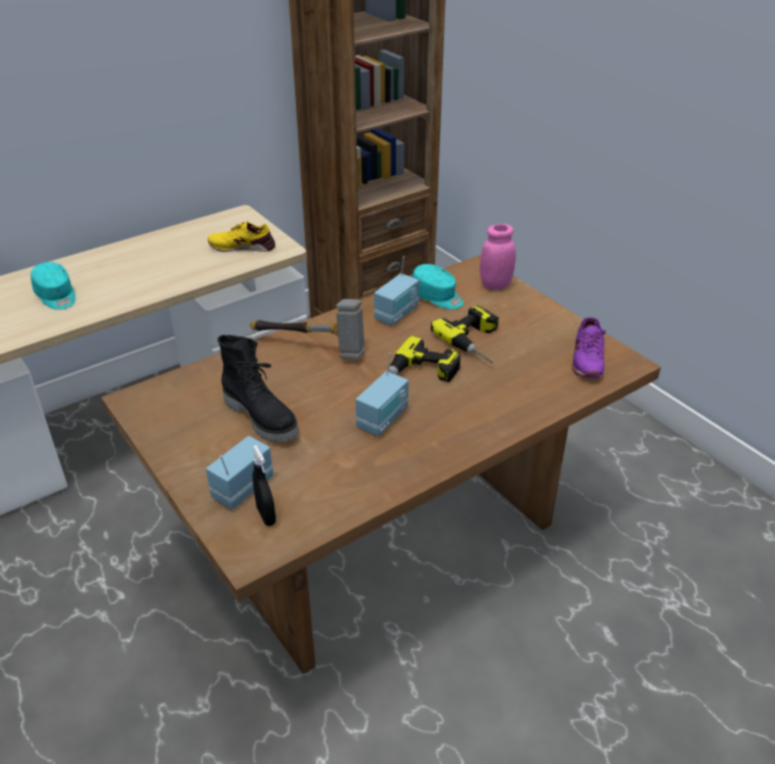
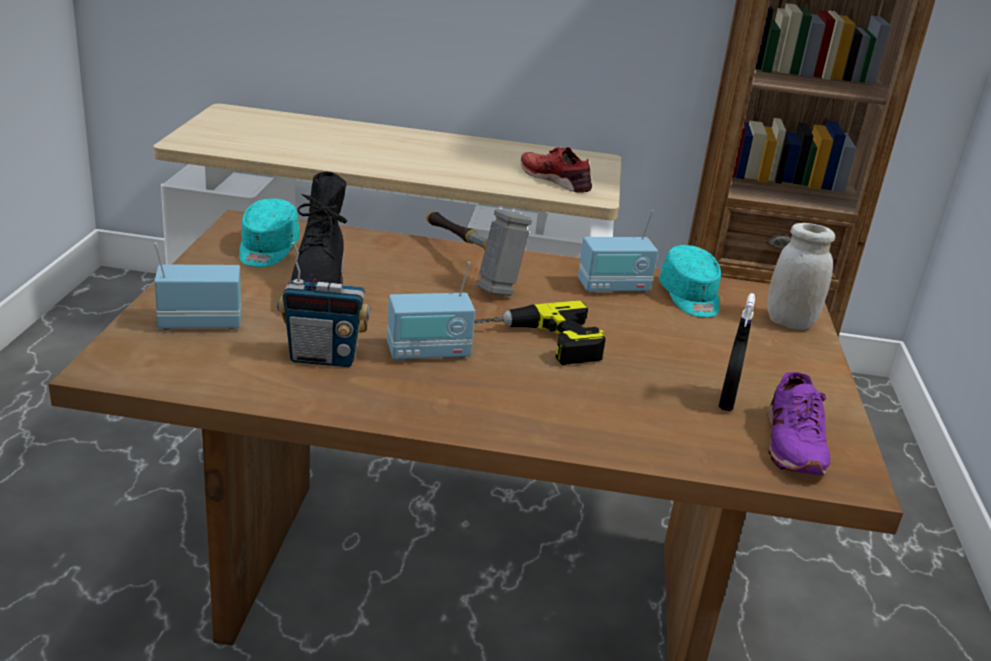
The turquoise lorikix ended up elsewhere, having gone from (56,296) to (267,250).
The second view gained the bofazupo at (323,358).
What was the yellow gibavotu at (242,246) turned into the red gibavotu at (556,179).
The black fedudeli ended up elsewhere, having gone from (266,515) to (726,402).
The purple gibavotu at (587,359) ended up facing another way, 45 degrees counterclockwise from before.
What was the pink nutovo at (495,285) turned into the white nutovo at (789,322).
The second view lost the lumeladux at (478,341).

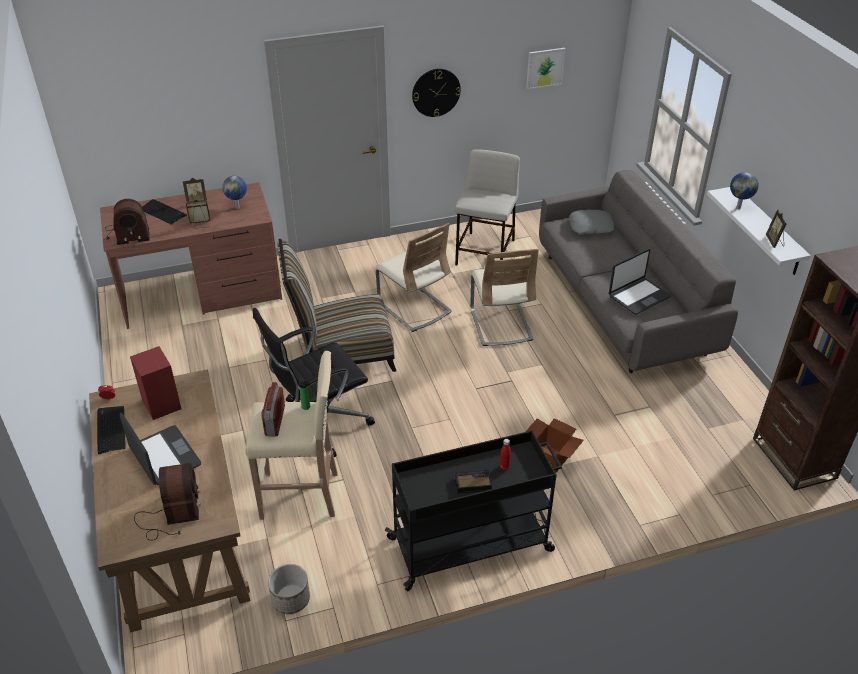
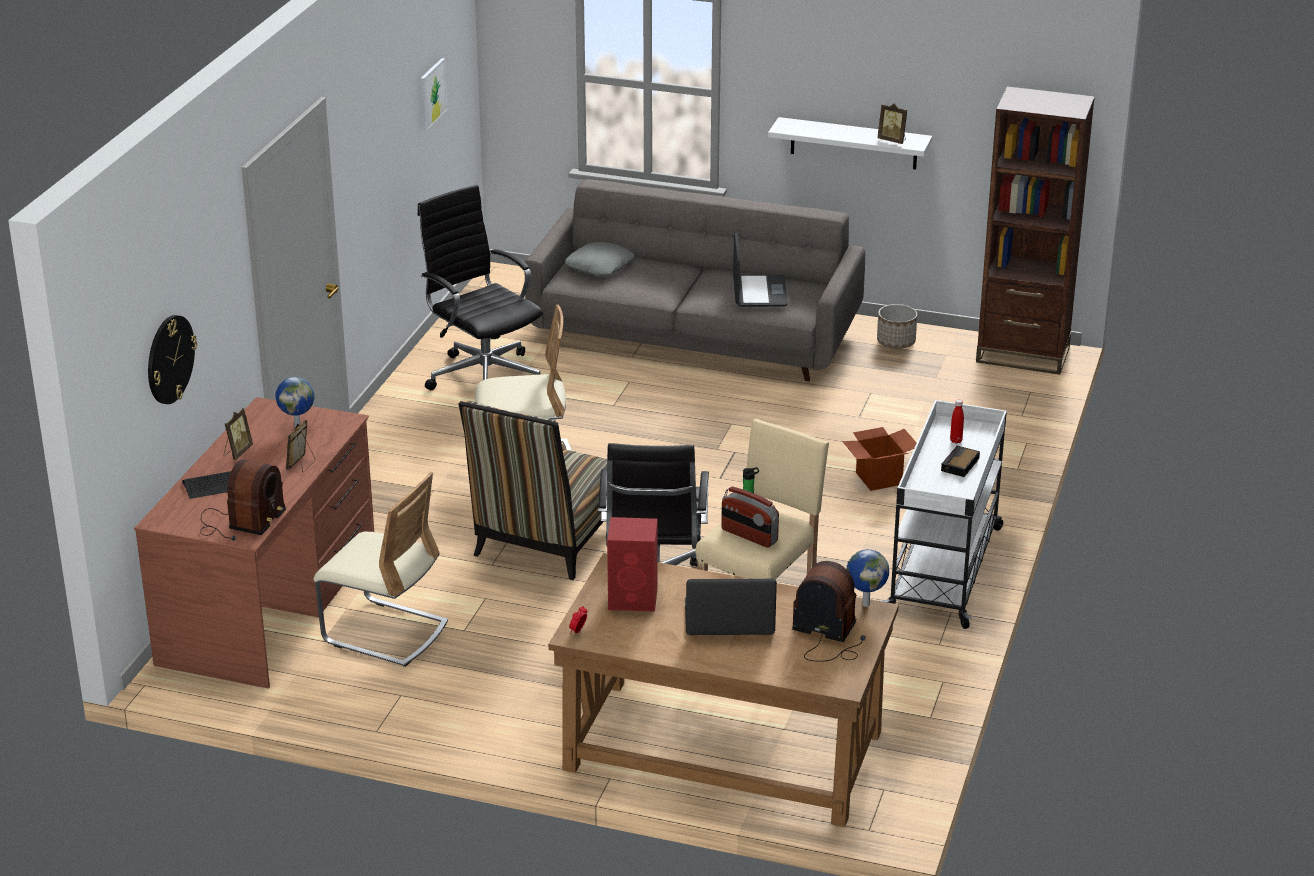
The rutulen ended up elsewhere, having gone from (436,92) to (169,359).
The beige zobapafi ended up elsewhere, having gone from (500,324) to (385,632).
Where the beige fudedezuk stood at (485,253), the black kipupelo came to stand at (484,376).
The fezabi ended up elsewhere, having gone from (738,207) to (865,604).
The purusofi ended up elsewhere, having gone from (291,599) to (896,342).
What was the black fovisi at (472,544) turned into the white fovisi at (944,569).
The second view lost the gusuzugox at (110,429).

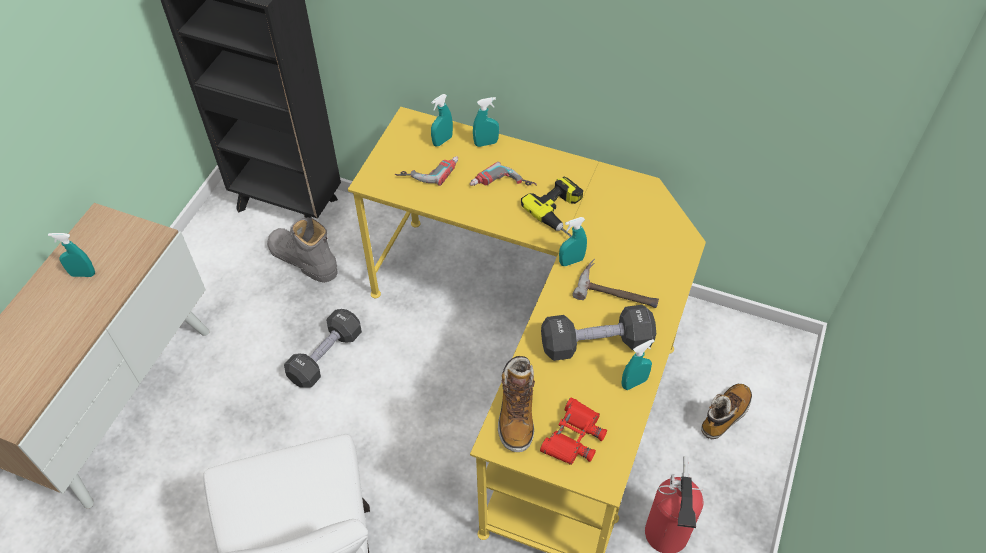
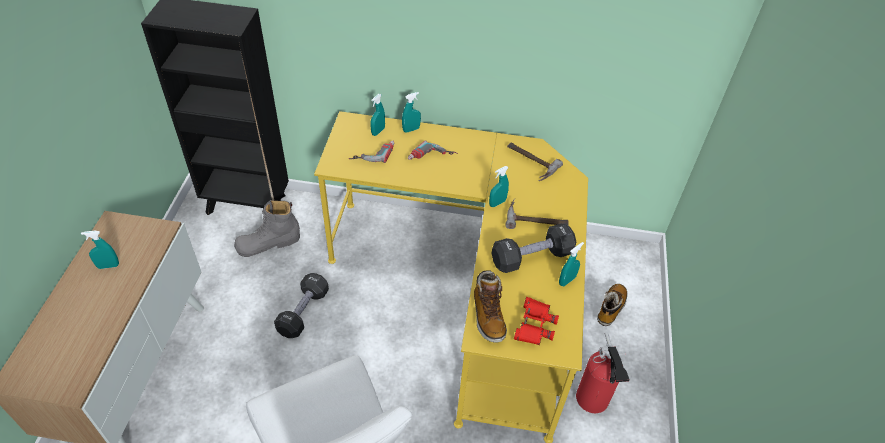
The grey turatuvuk at (303,260) ended up facing another way, 45 degrees counterclockwise from before.
The second view gained the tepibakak at (529,162).
The second view lost the lumeladux at (565,215).

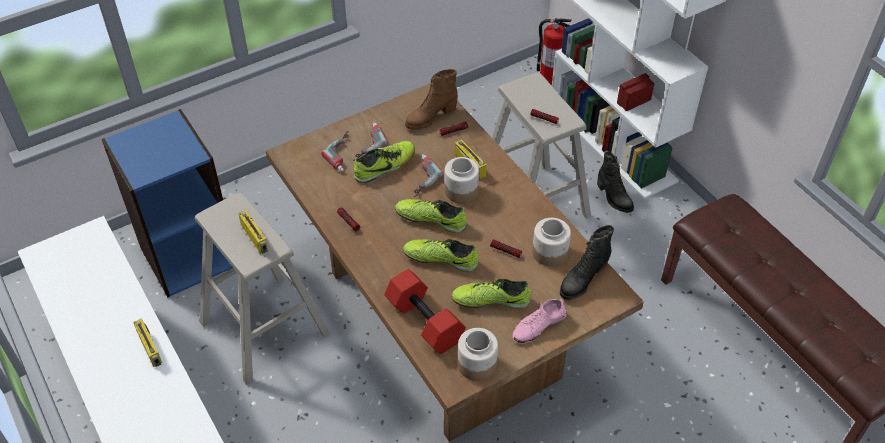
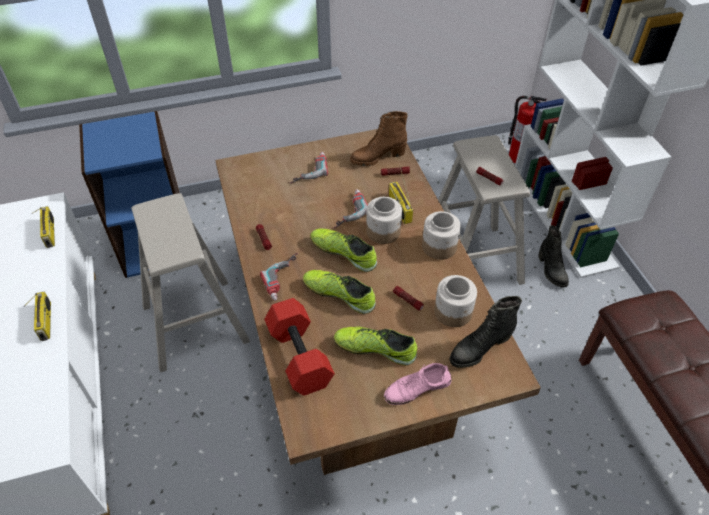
The bofazupo ended up elsewhere, having gone from (255,238) to (50,233).
The lumeladux ended up elsewhere, having gone from (344,154) to (285,279).
The nutovo ended up elsewhere, having gone from (476,364) to (438,246).
The second view lost the gibavotu at (385,166).

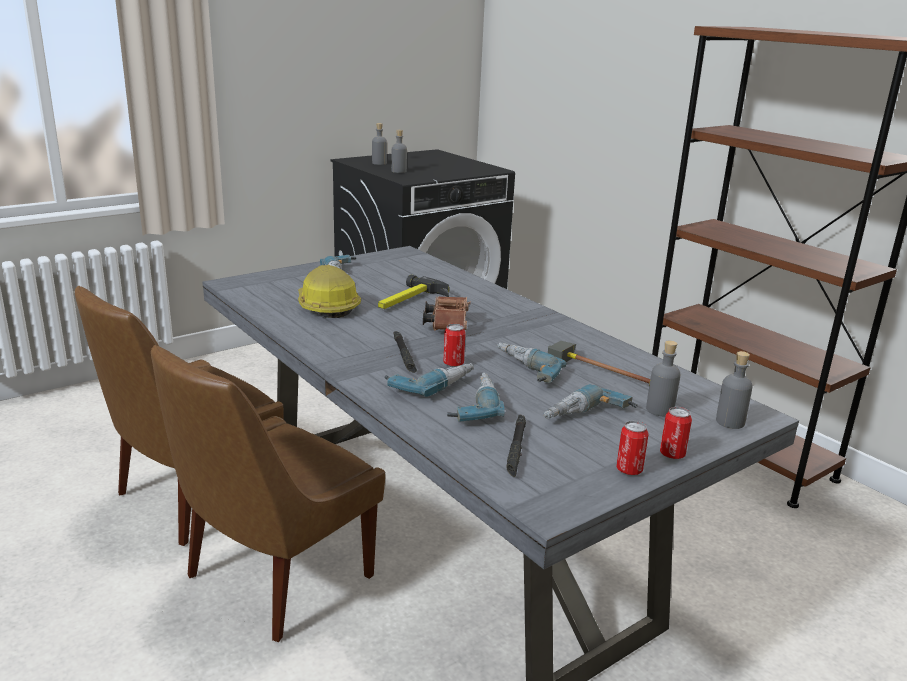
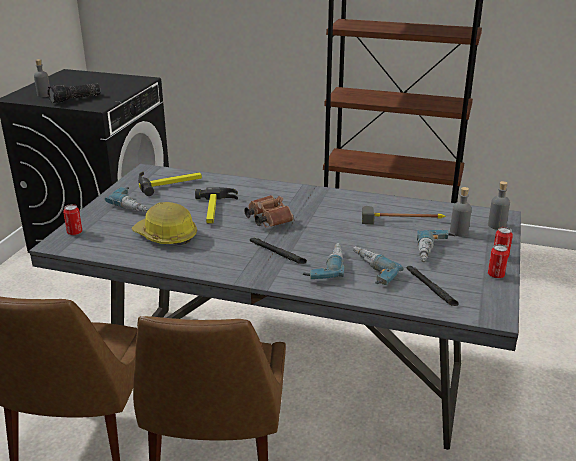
Where the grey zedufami stood at (398,171), the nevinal came to stand at (75,99).
The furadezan ended up elsewhere, having gone from (453,363) to (74,232).
The second view gained the tepibakak at (170,183).
The second view lost the lumeladux at (522,371).

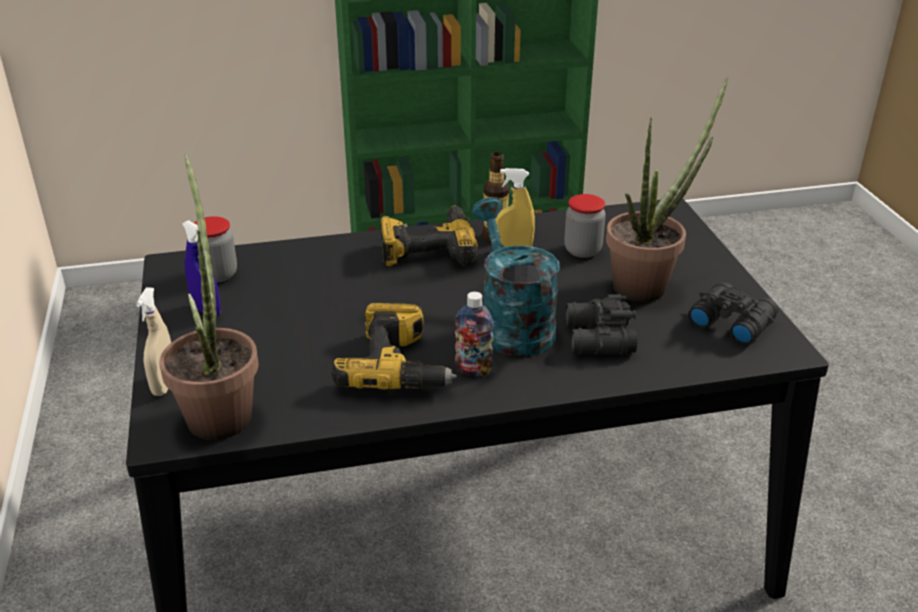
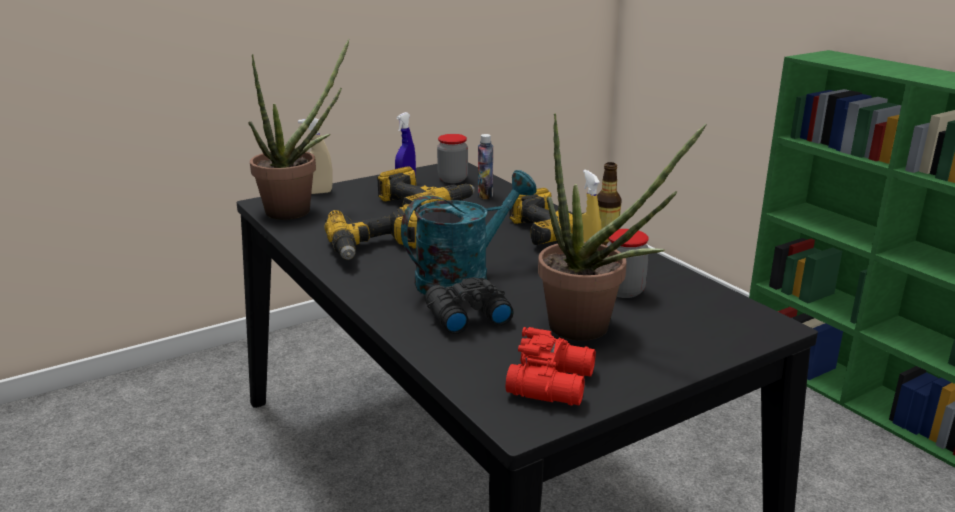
The second view gained the lumeladux at (423,204).
The zedufami ended up elsewhere, having gone from (473,370) to (485,195).
What was the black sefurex at (730,321) turned into the red sefurex at (554,383).

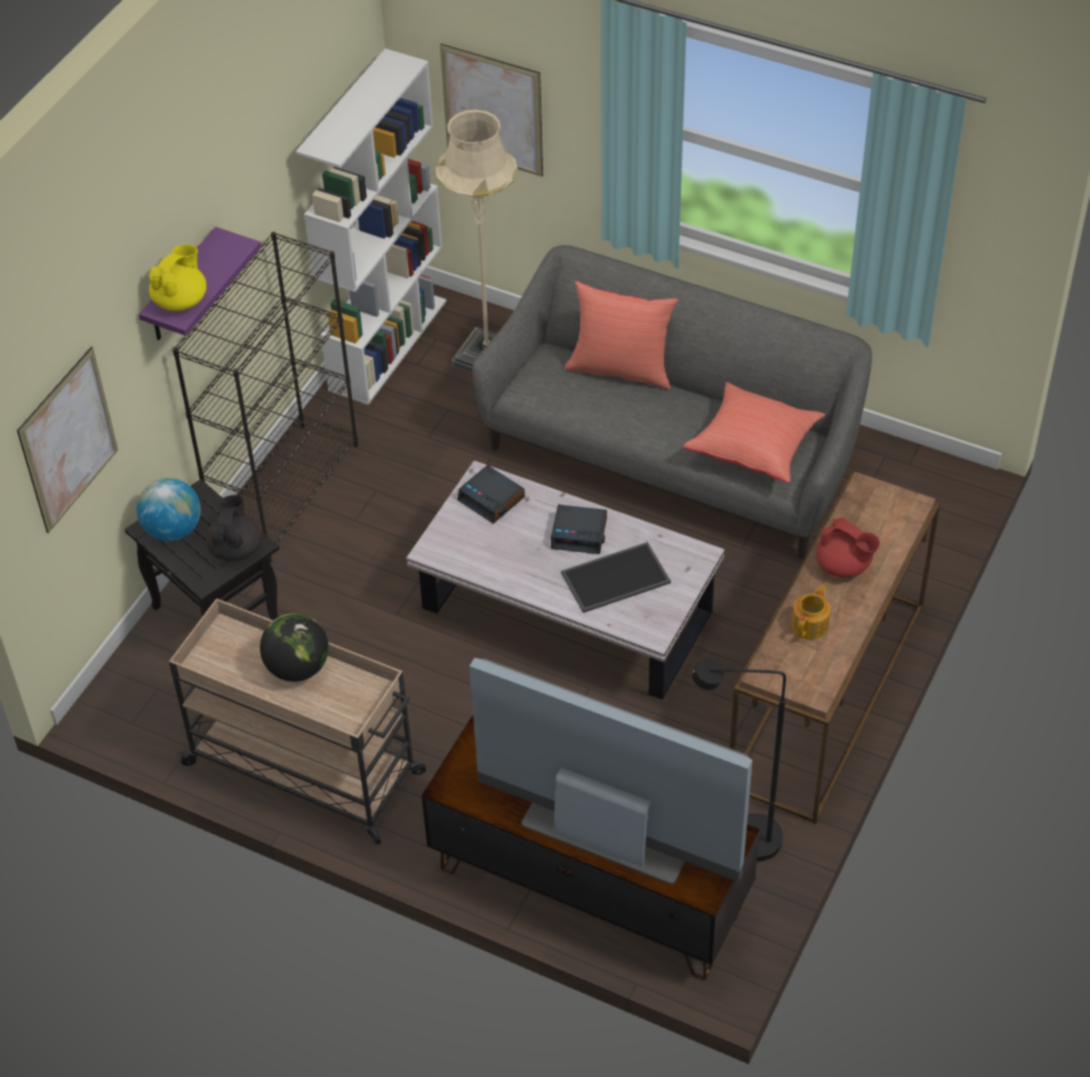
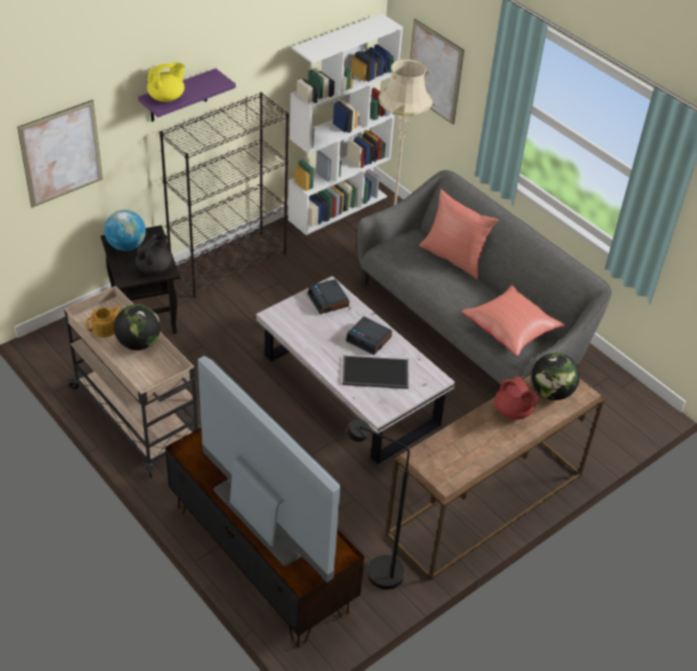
The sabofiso ended up elsewhere, having gone from (810,624) to (105,329).
The second view gained the fezabi at (551,392).

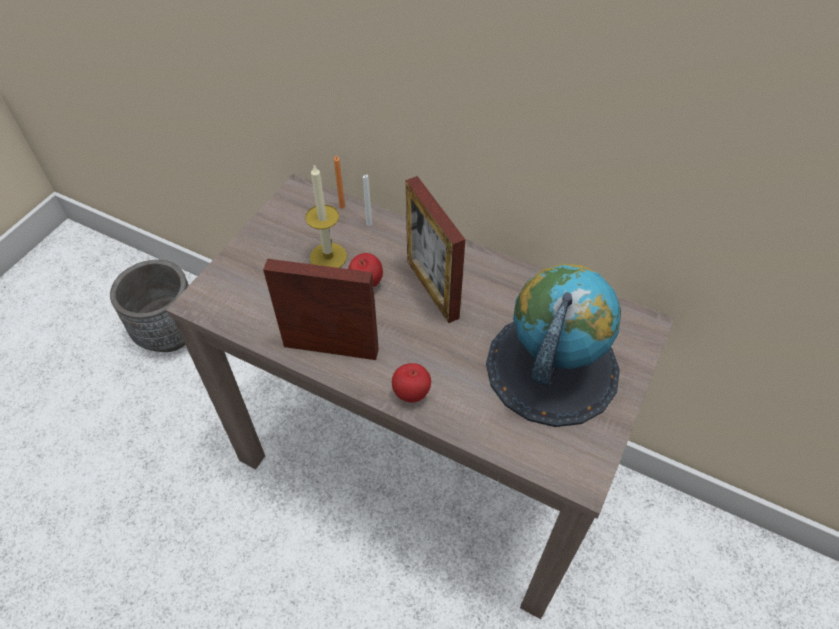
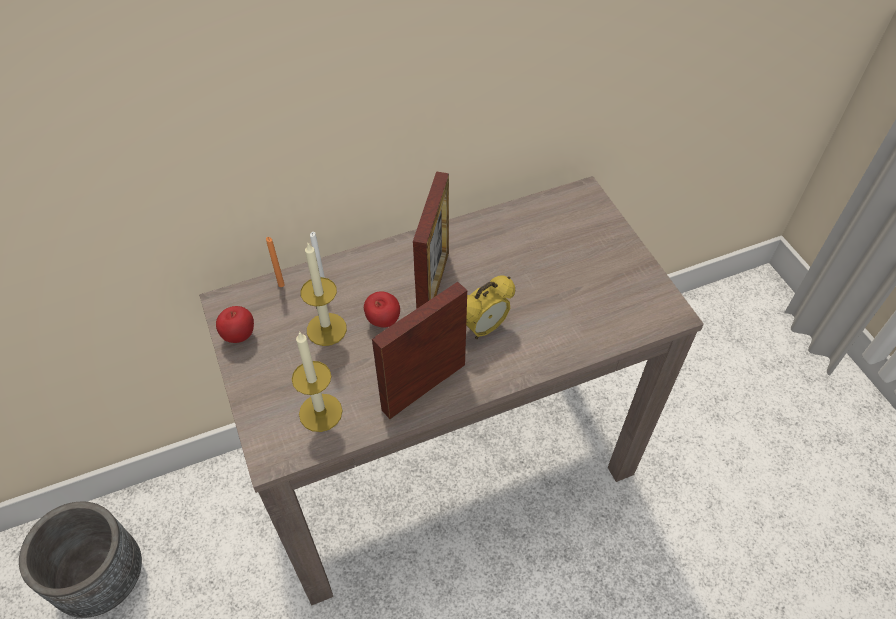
The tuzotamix ended up elsewhere, having gone from (411,393) to (239,336).
The second view gained the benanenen at (320,412).
The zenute at (432,289) ended up facing another way, 90 degrees counterclockwise from before.
The second view gained the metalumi at (483,328).
The second view lost the fezabi at (551,367).

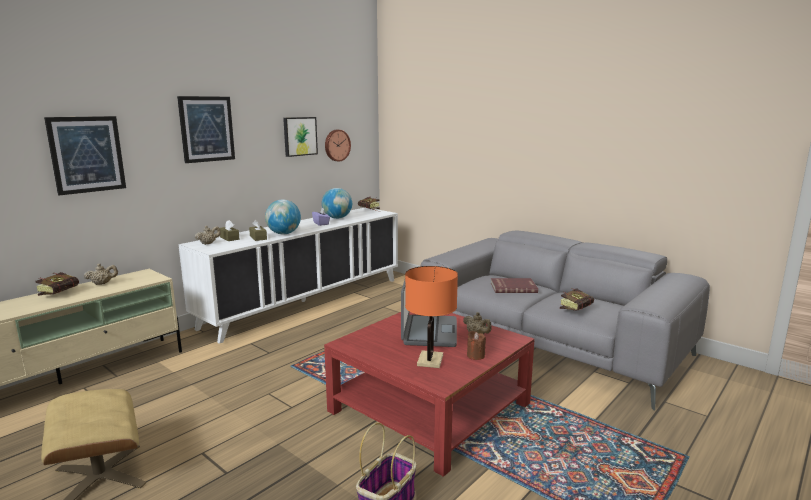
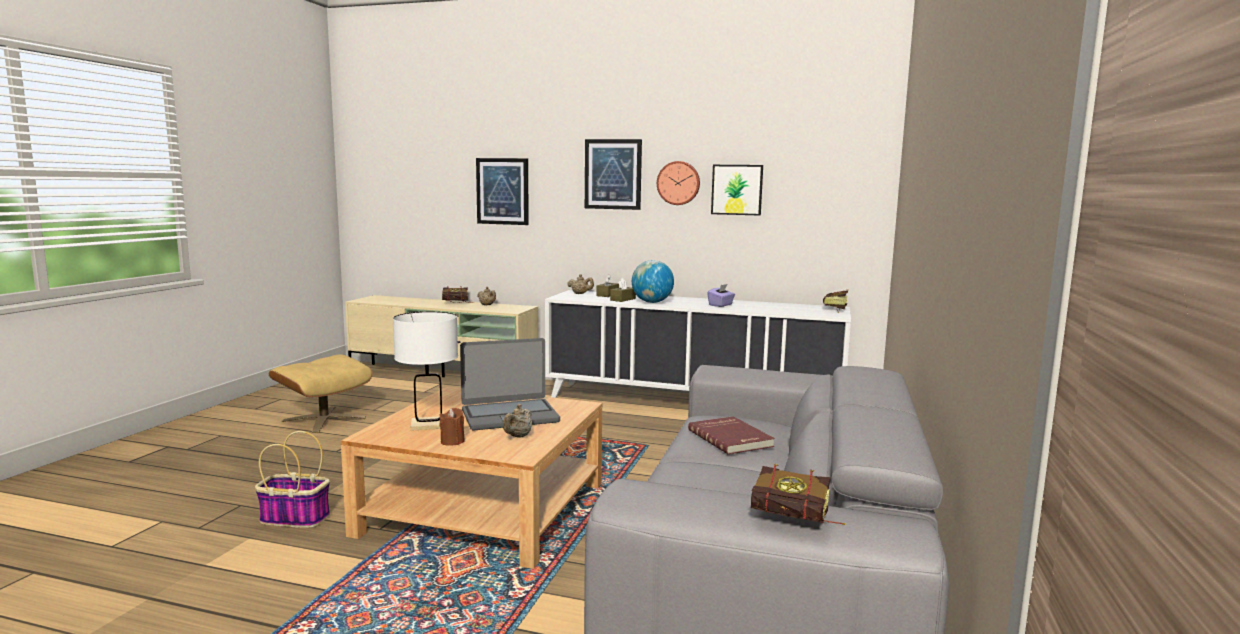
What was the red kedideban at (429,407) turned into the beige kedideban at (484,508).
What was the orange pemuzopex at (430,360) turned into the white pemuzopex at (429,425).
The rutulen ended up elsewhere, having gone from (336,145) to (678,183).
The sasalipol ended up elsewhere, having gone from (577,309) to (798,521).
The second view lost the fezabi at (337,218).

